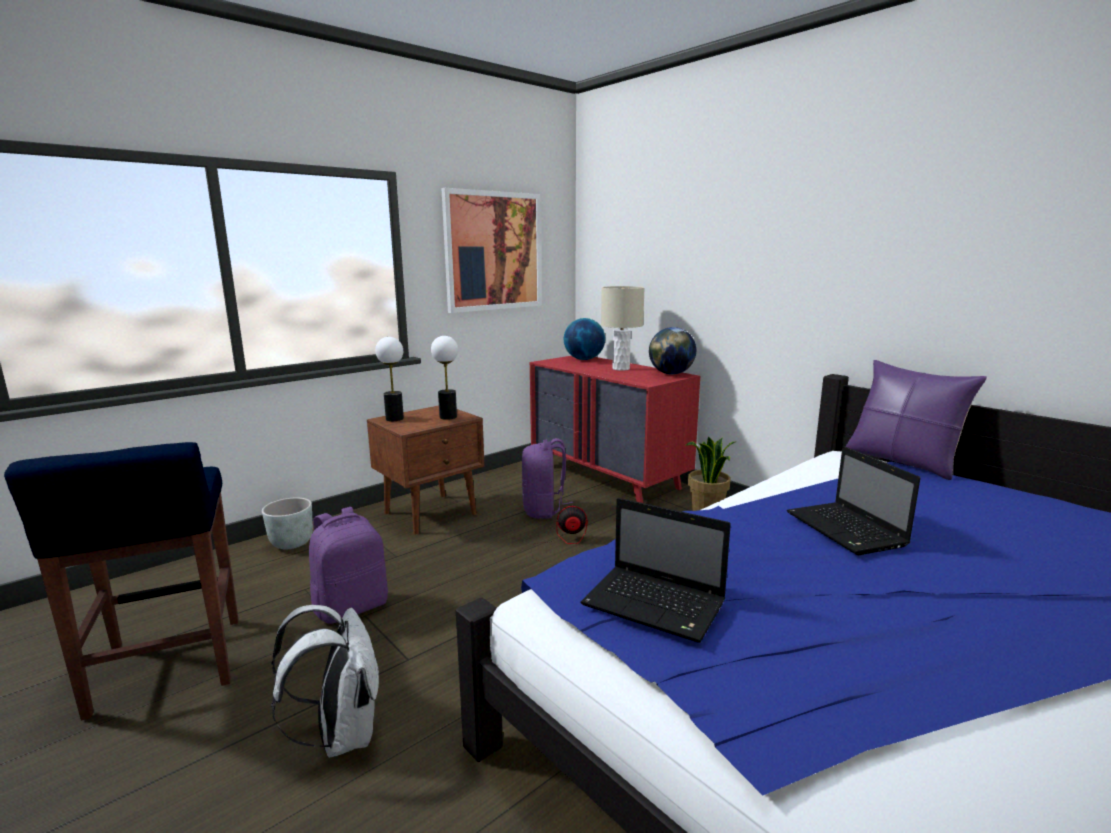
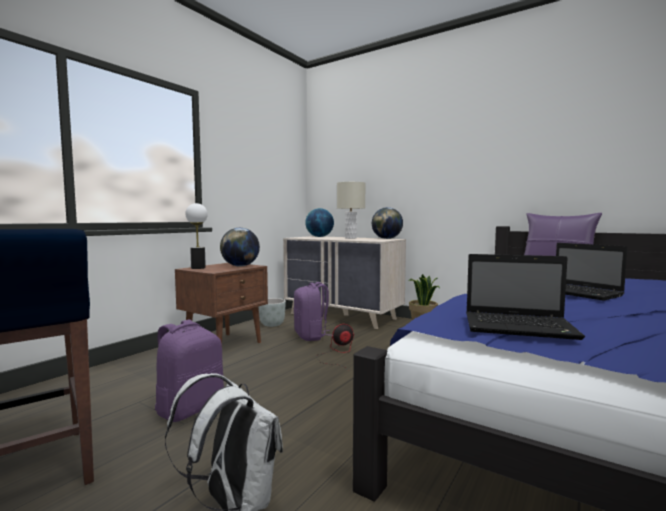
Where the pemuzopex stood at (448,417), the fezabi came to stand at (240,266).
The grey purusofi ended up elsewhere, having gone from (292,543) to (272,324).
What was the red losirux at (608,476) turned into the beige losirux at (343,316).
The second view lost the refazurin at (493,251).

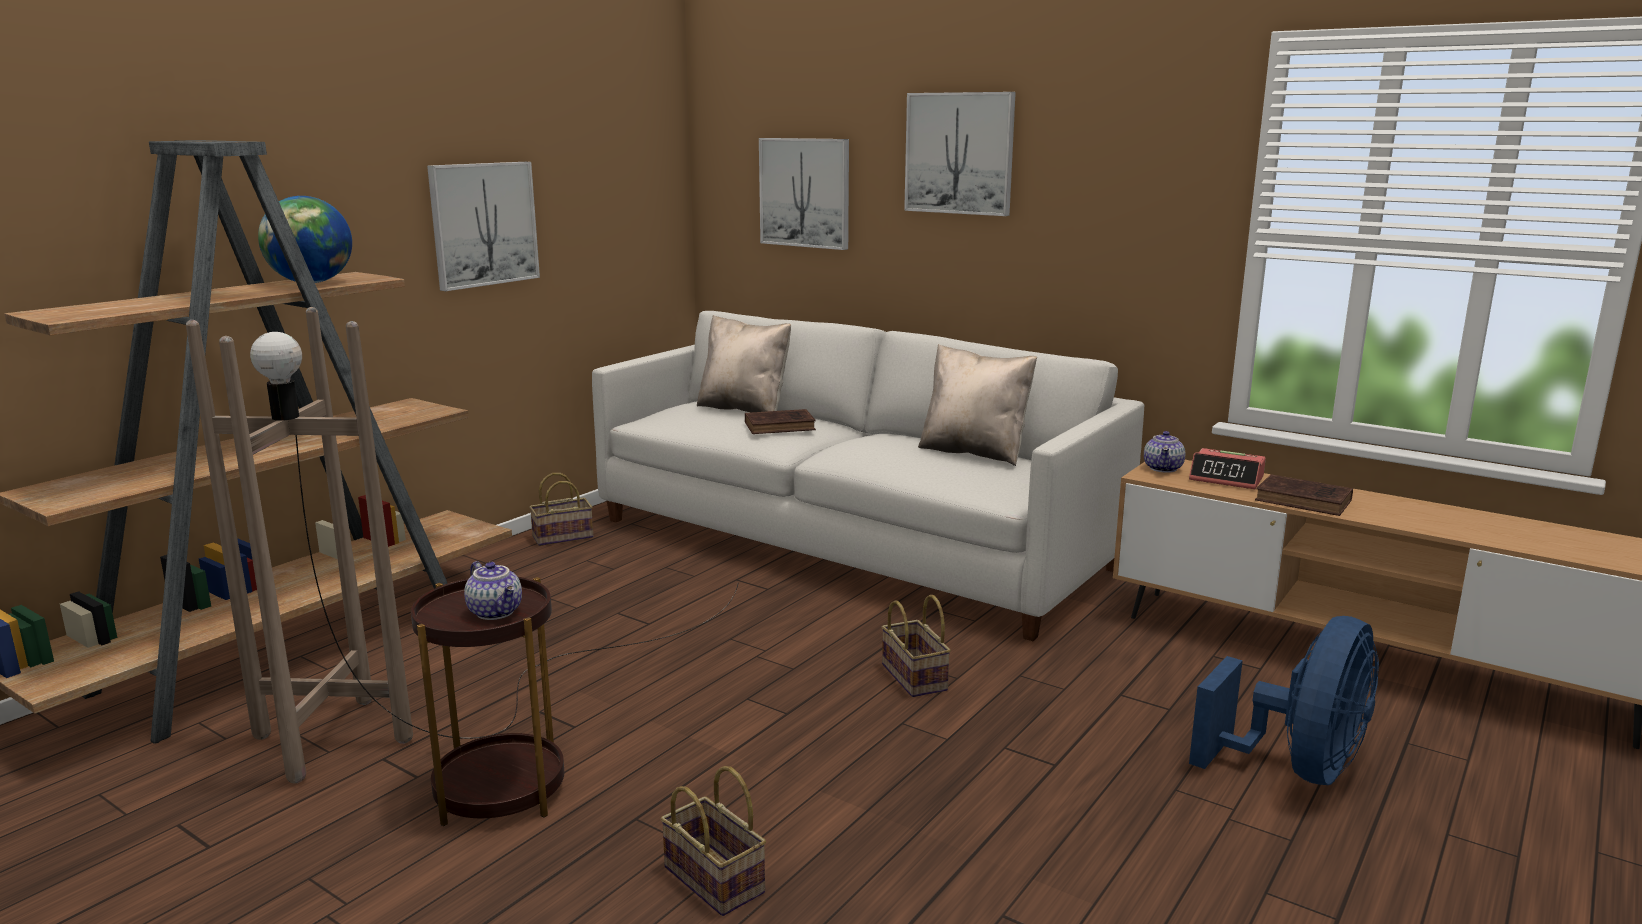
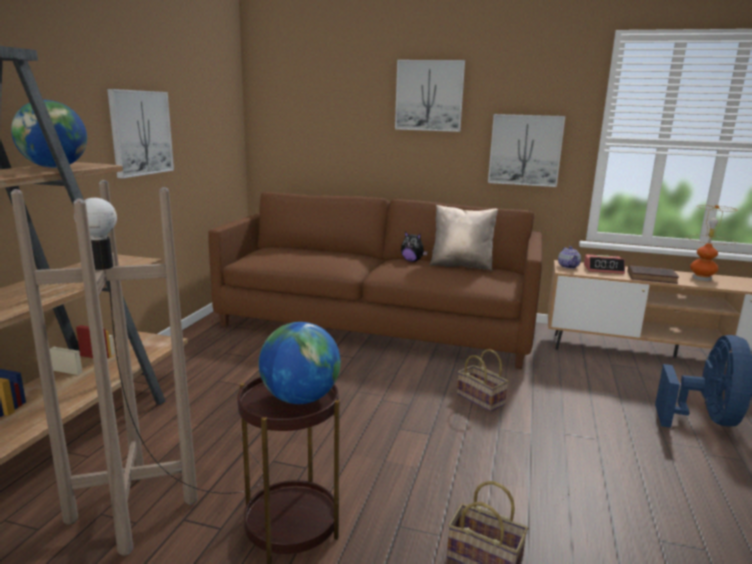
What was the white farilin at (850,544) turned into the brown farilin at (377,325).
Where the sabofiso stood at (496,612), the fezabi came to stand at (300,399).
The second view gained the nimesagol at (412,261).
The refazurin ended up elsewhere, having gone from (805,192) to (525,150).
The second view gained the pemuzopex at (701,278).
The second view lost the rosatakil at (564,536).
The second view lost the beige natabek at (744,409).
The second view lost the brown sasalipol at (781,426).

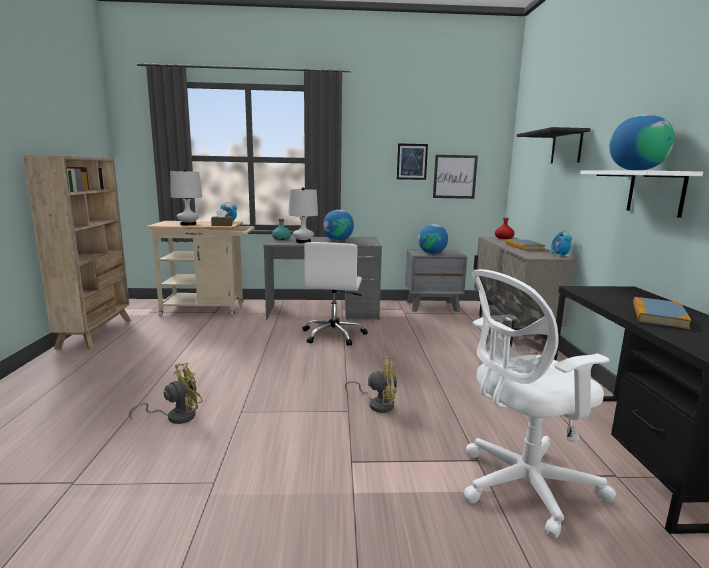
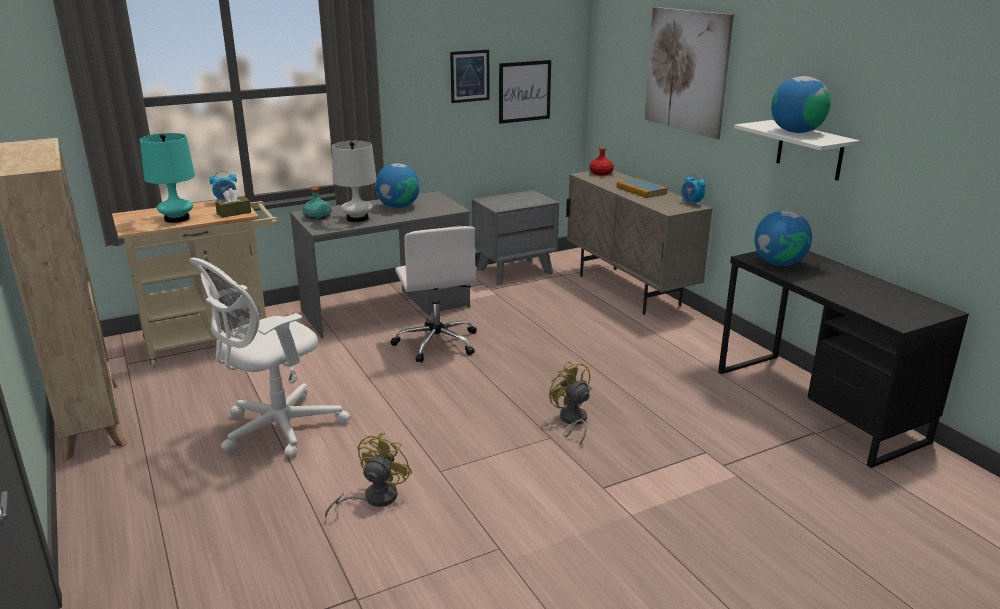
What was the white pemuzopex at (188,224) turned into the turquoise pemuzopex at (177,219).
The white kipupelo ended up elsewhere, having gone from (521,486) to (276,430).
The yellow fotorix at (377,404) ended up facing another way, 105 degrees counterclockwise from before.
Where the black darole hung at (566,147), the refazurin came to hang at (686,71).
The fezabi ended up elsewhere, having gone from (432,253) to (779,263).
The second view lost the sasalipol at (658,315).

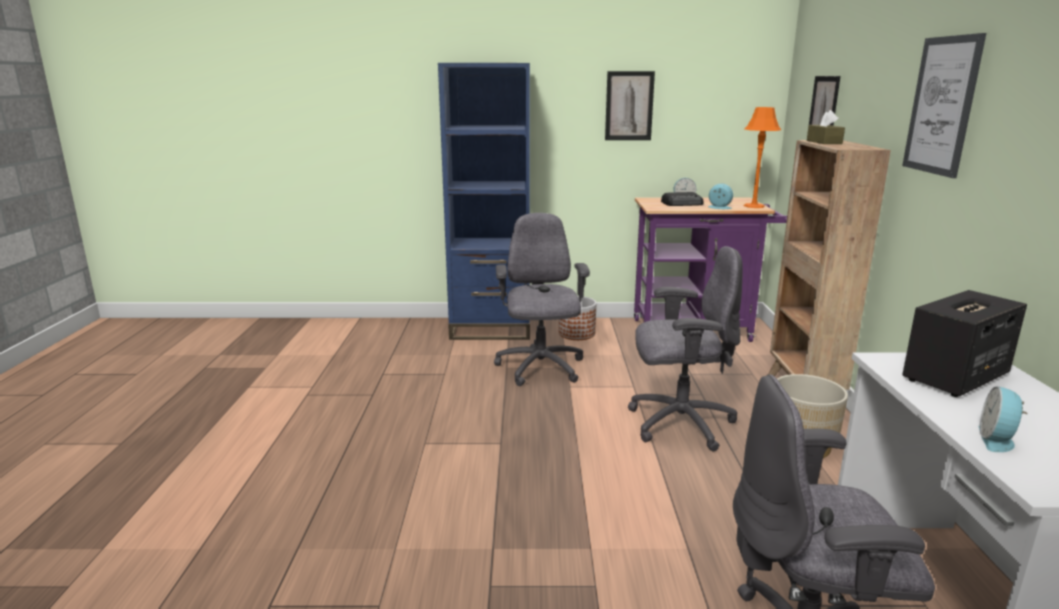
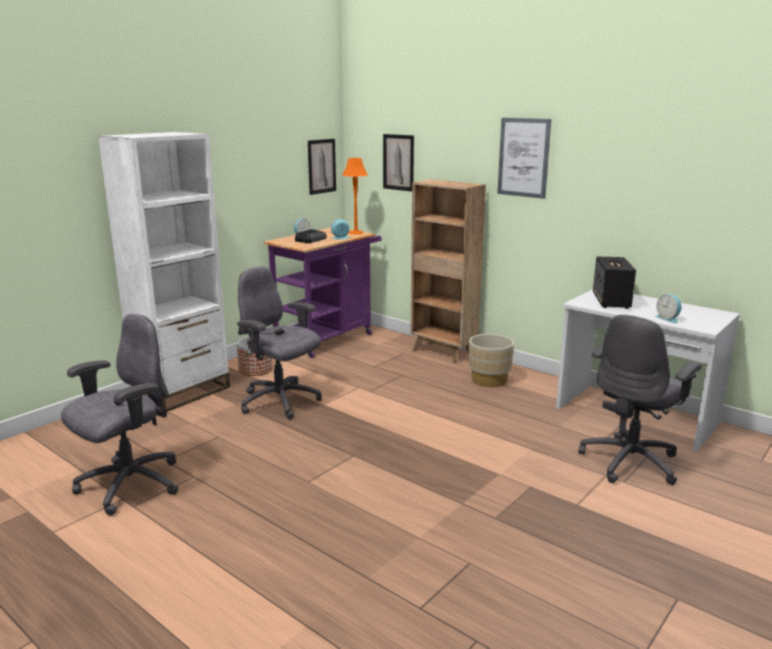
The grey kipupelo ended up elsewhere, having gone from (678,423) to (129,485).
What was the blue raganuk at (491,329) turned into the white raganuk at (182,392).
The refazurin ended up elsewhere, having gone from (629,106) to (321,166).
The second view lost the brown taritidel at (824,142).

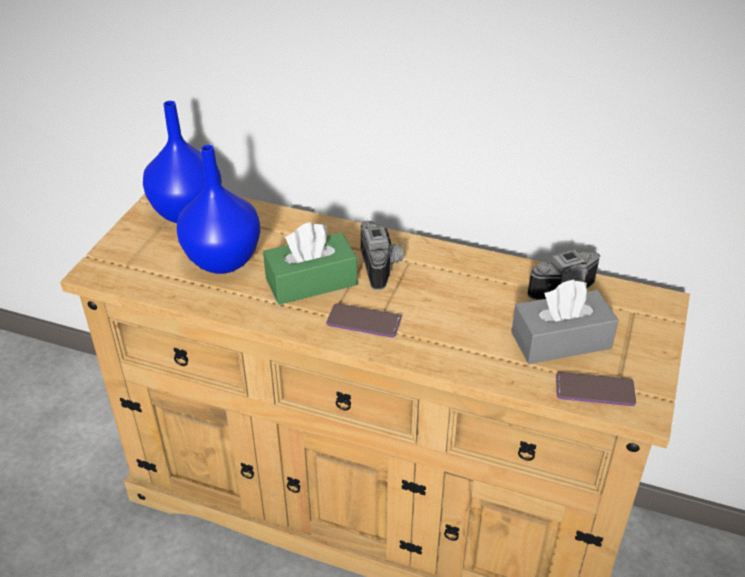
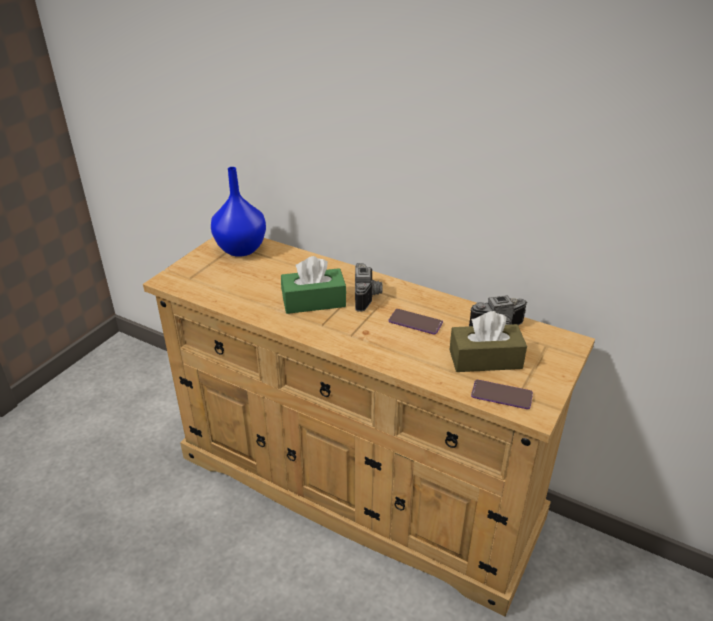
The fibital ended up elsewhere, having gone from (364,321) to (415,322).
What was the grey taritidel at (561,340) turned into the brown taritidel at (485,359).
The second view lost the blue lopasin at (224,260).

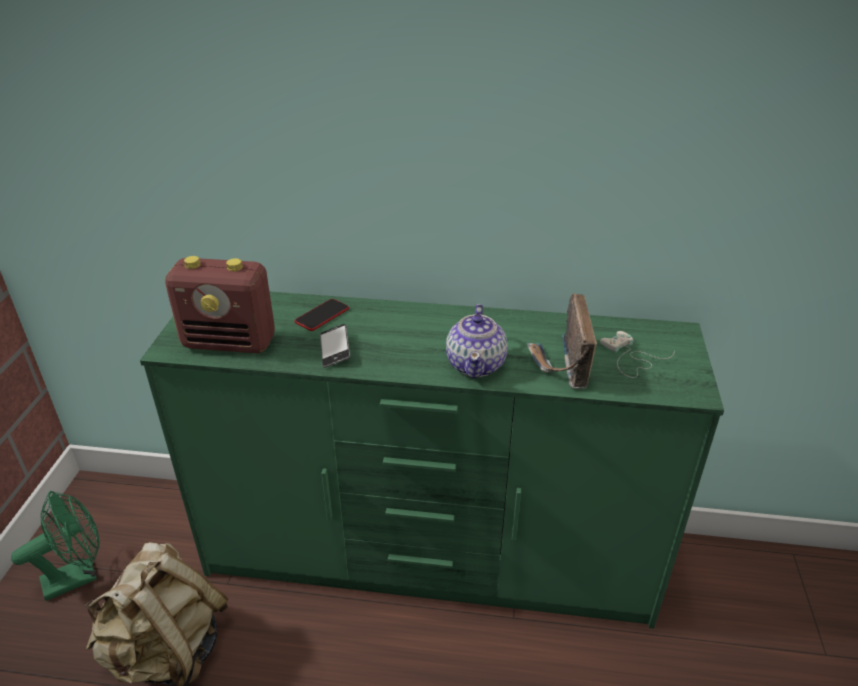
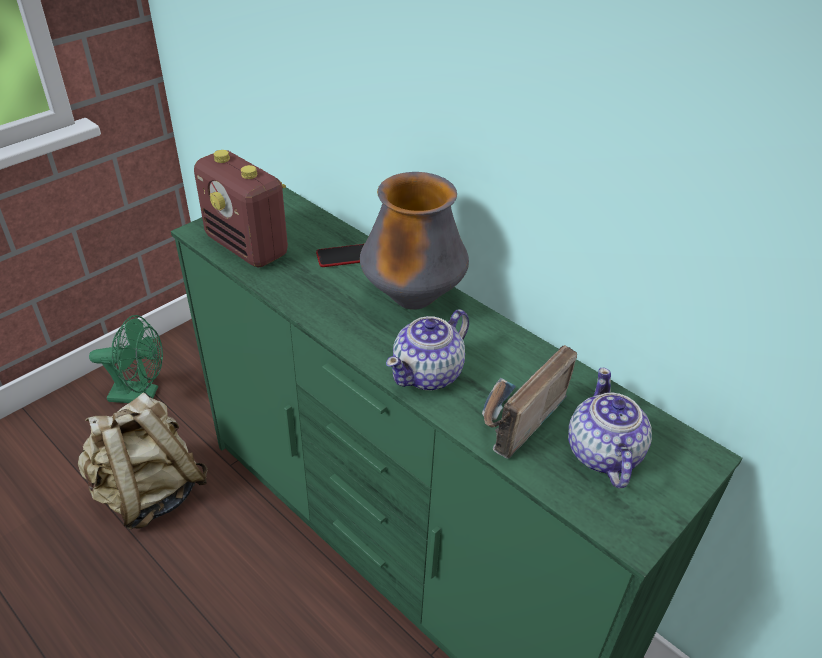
The second view gained the lopasin at (413,299).
Where the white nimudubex stood at (631,358), the sabofiso came to stand at (602,454).
The second view lost the fibital at (335,349).

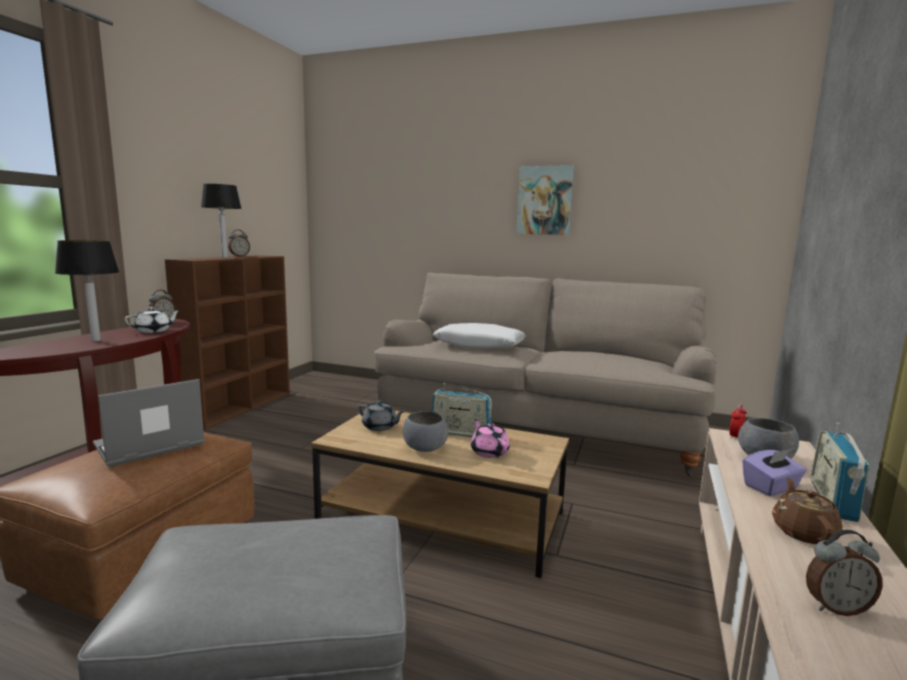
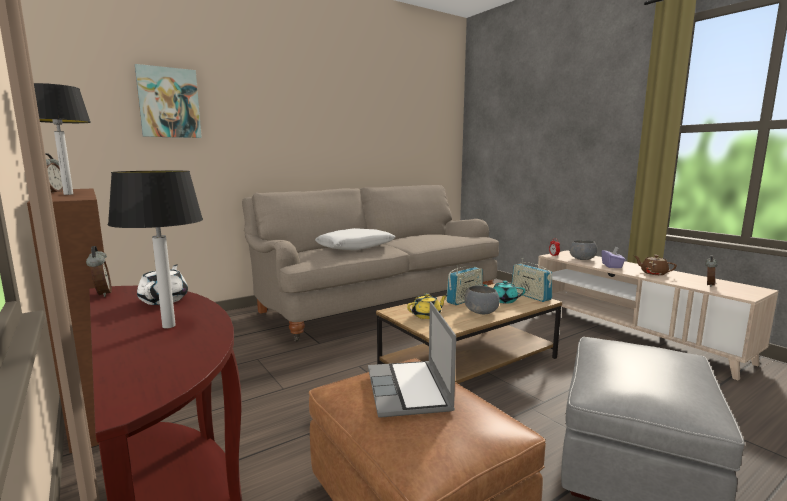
The refazurin ended up elsewhere, having gone from (545,200) to (169,103).
What was the grey sabofiso at (380,427) turned into the yellow sabofiso at (427,315).
What was the pink sabofiso at (489,452) turned into the turquoise sabofiso at (503,300).
The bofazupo ended up elsewhere, having gone from (832,500) to (530,296).

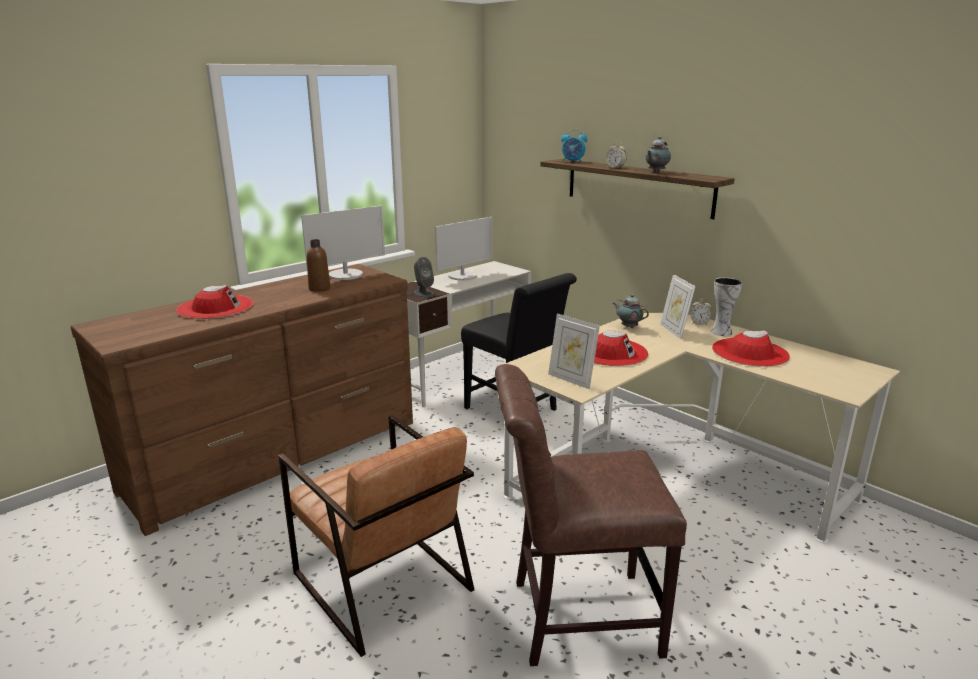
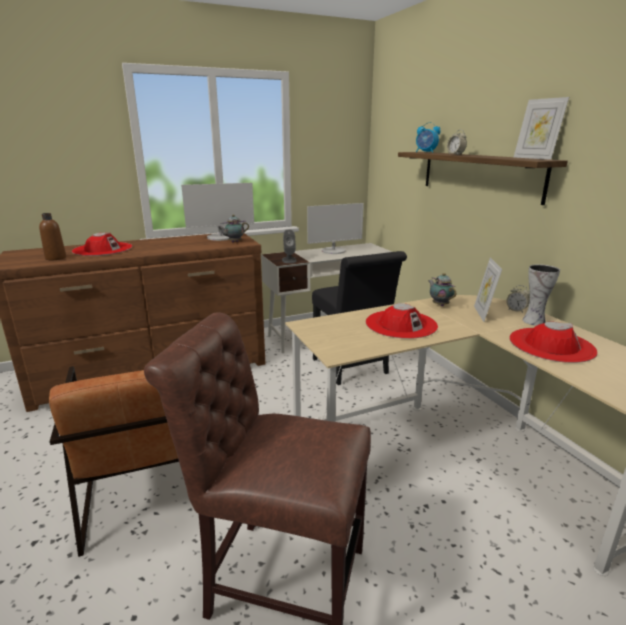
The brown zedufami ended up elsewhere, having gone from (319,288) to (55,258).
The sabofiso ended up elsewhere, having gone from (655,172) to (234,242).
The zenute ended up elsewhere, having gone from (571,380) to (534,158).

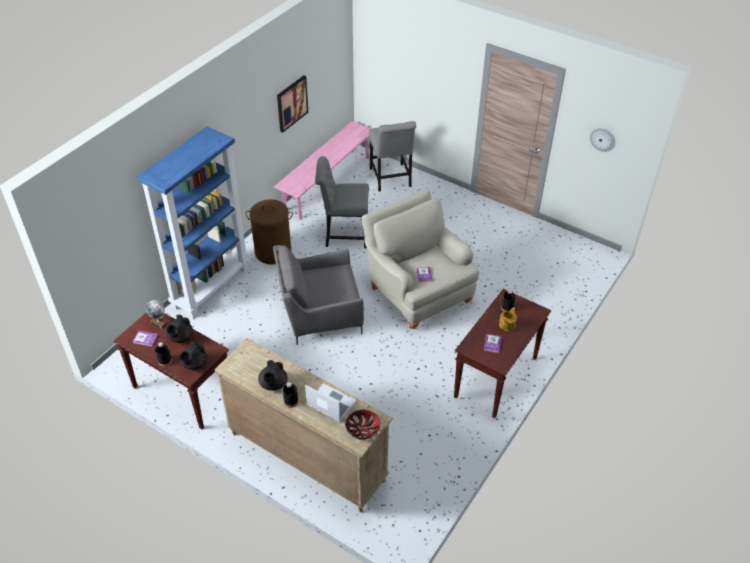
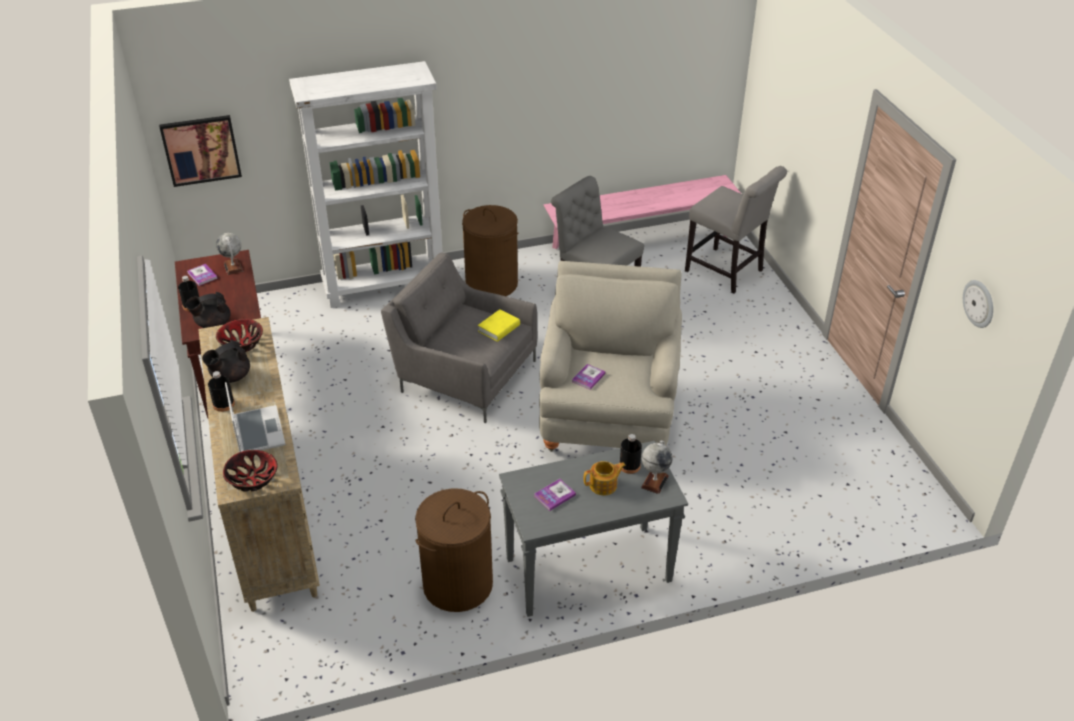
The refazurin ended up elsewhere, having gone from (291,103) to (201,150).
The second view gained the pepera at (241,344).
What was the blue raganuk at (211,287) turned into the white raganuk at (385,286).
The second view gained the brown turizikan at (457,584).
The second view gained the yellow sasalipol at (499,328).
What was the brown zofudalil at (496,378) turned into the grey zofudalil at (587,571).
The second view gained the fezabi at (654,481).
The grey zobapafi at (391,179) ended up facing another way, 75 degrees counterclockwise from before.
The second view lost the black sabofiso at (180,337).

